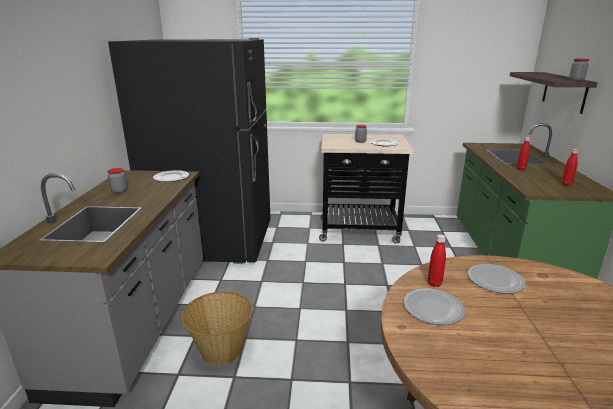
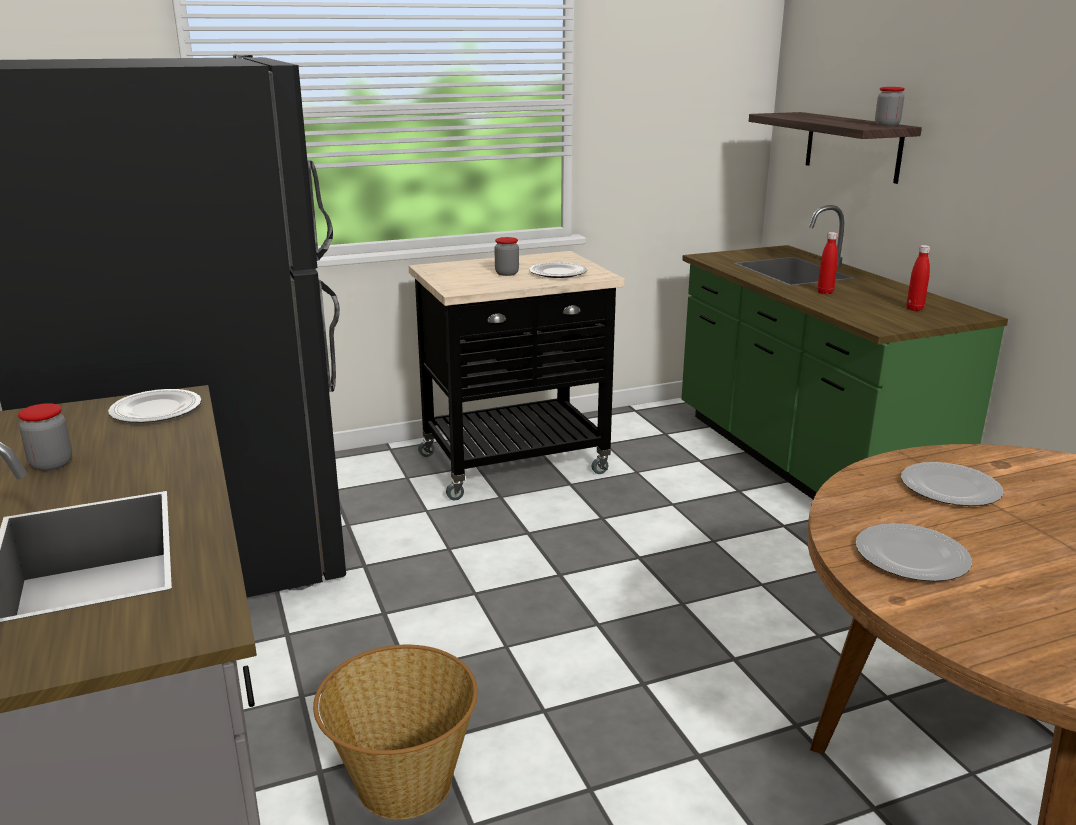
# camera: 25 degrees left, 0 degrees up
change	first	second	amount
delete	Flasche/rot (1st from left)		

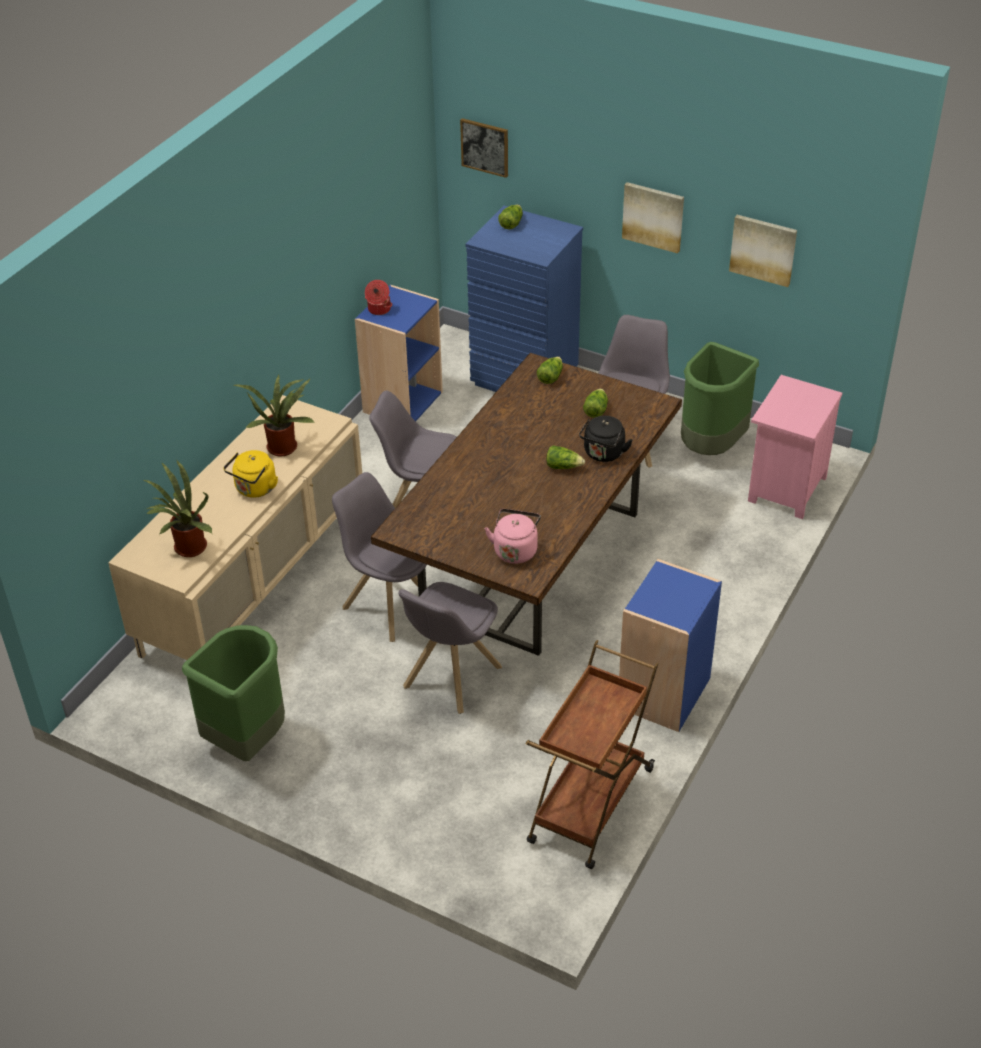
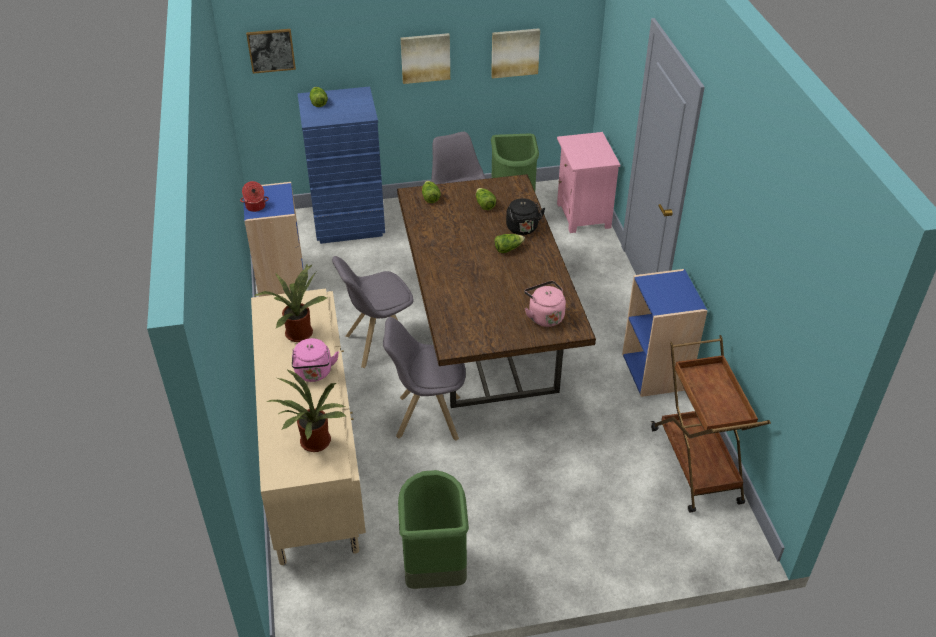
# camera: 40 degrees left, 0 degrees up
change	first	second	amount
recolor	Wasserkessel/gelb	Wasserkessel/rosa (1st from left)	
delete	Stuhl/grau (3rd from left)		

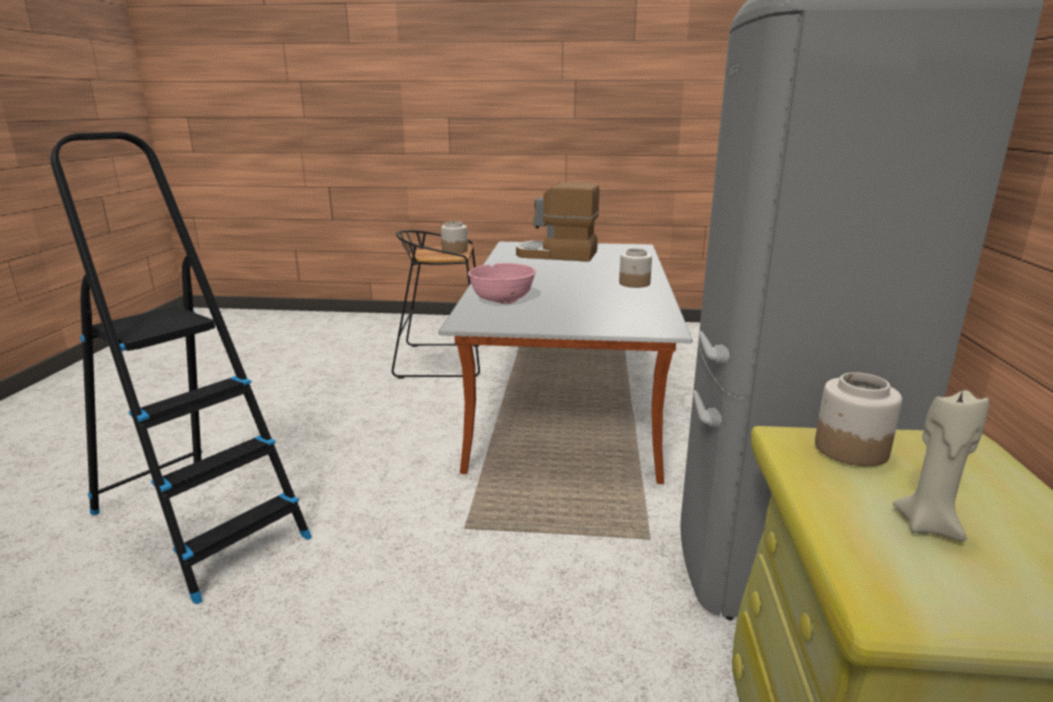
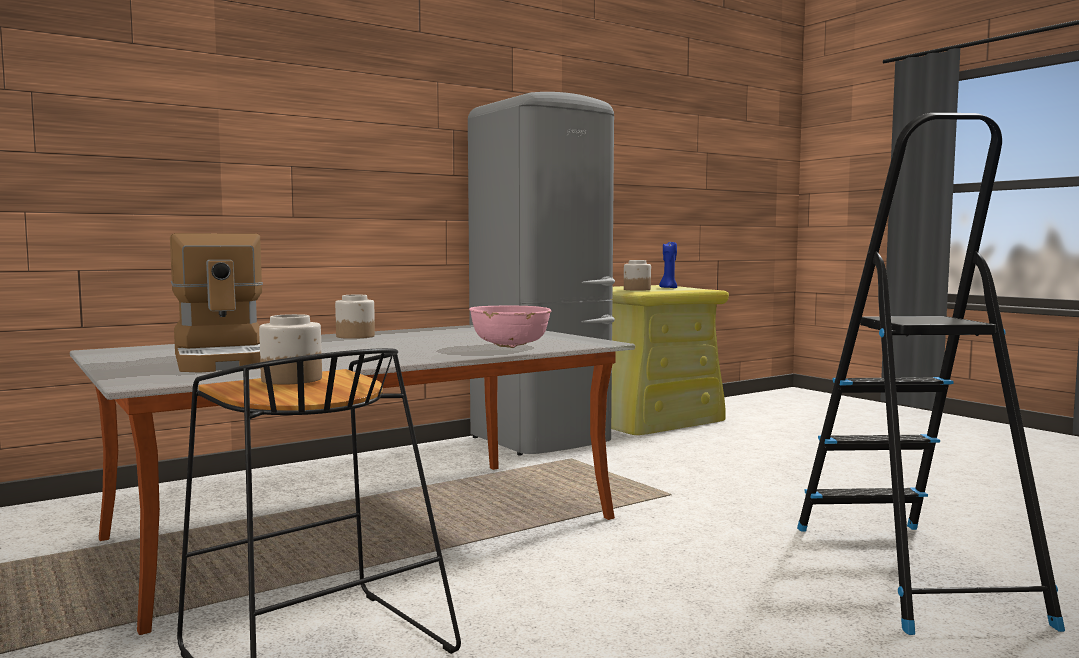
# camera: 130 degrees left, 15 degrees down
change	first	second	amount
recolor	Kerze/beige	Kerze/blau	

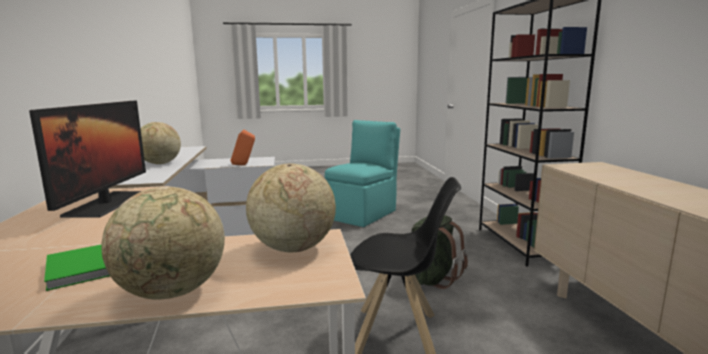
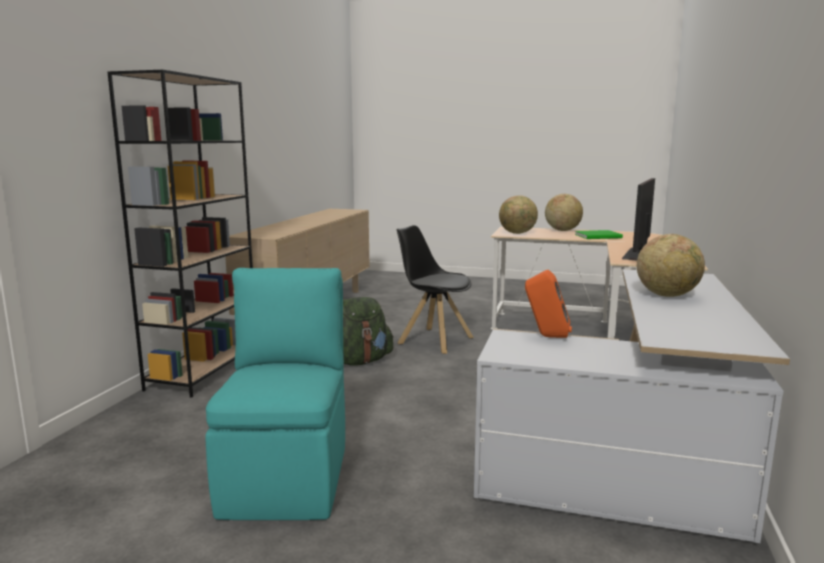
# camera: 155 degrees left, 0 degrees up
change	first	second	amount
rotate	Stuhl/türkis		120 degrees clockwise

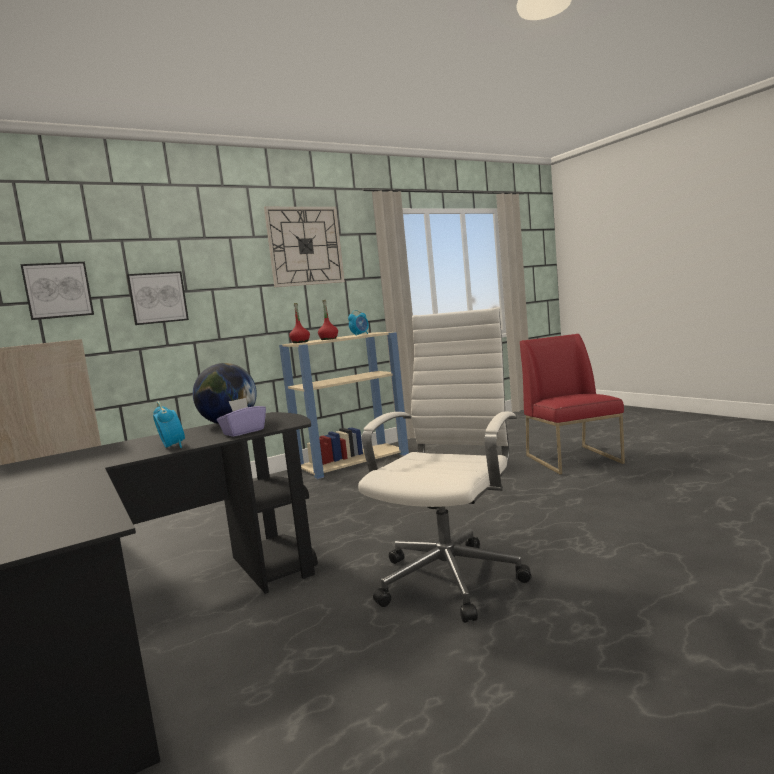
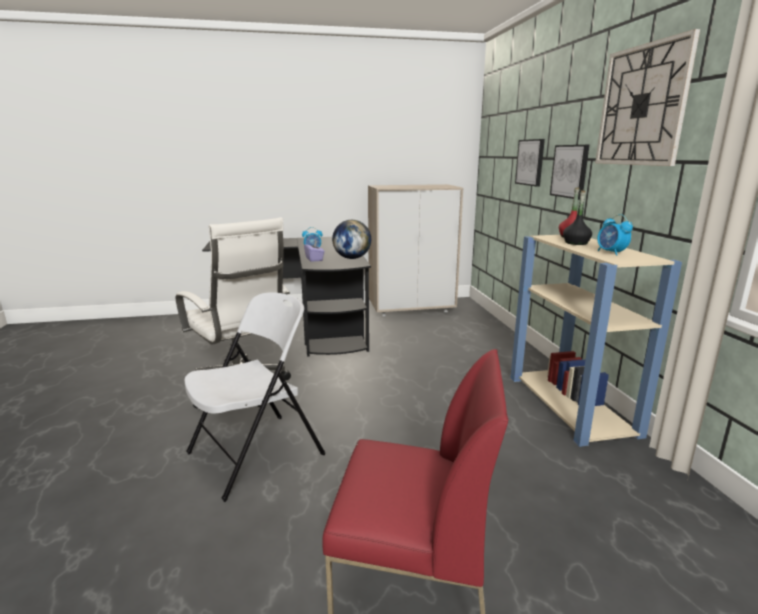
# camera: 110 degrees right, 10 degrees up
change	first	second	amount
move	Bild (1st from left in the first image)	Bild (2nd from left)	
recolor	Flasche/rot (2nd from left)	Flasche/schwarz	
insert		Stuhl/weiß	

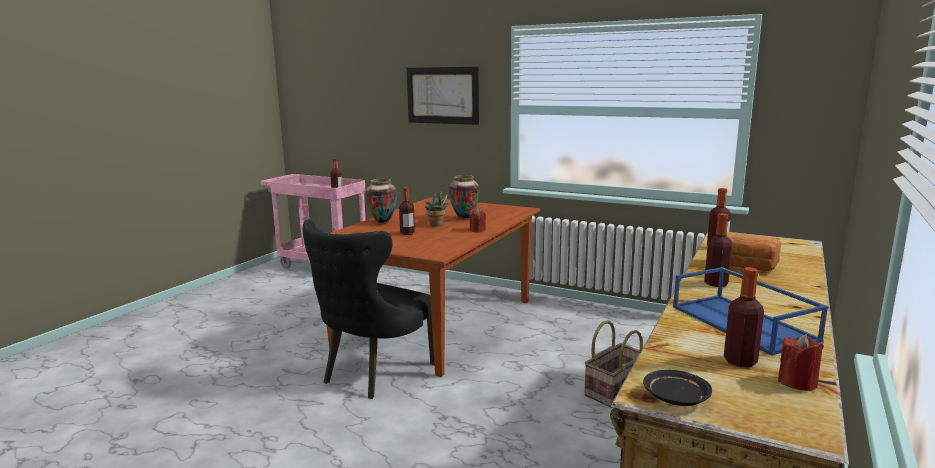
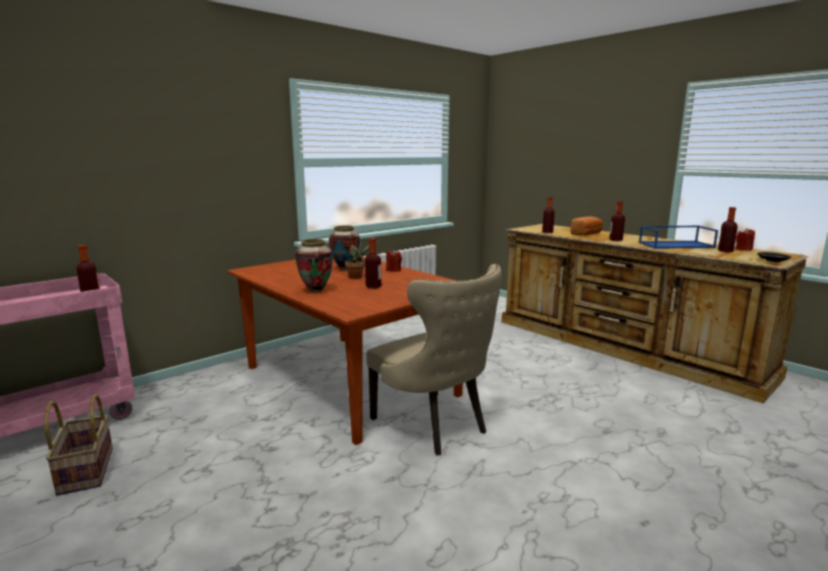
# camera: 70 degrees left, 0 degrees up
change	first	second	amount
recolor	Stuhl/schwarz	Stuhl/beige	
delete	Bild		
move	Korb		

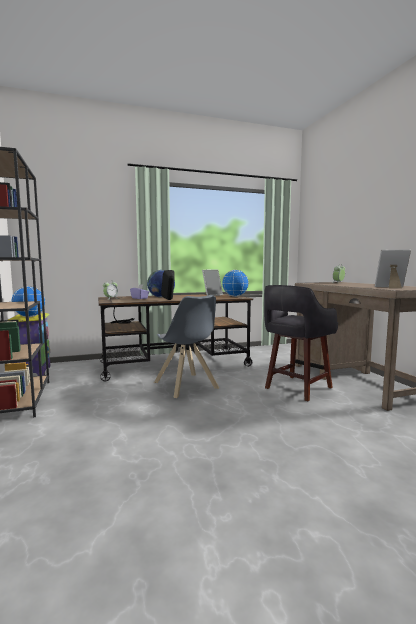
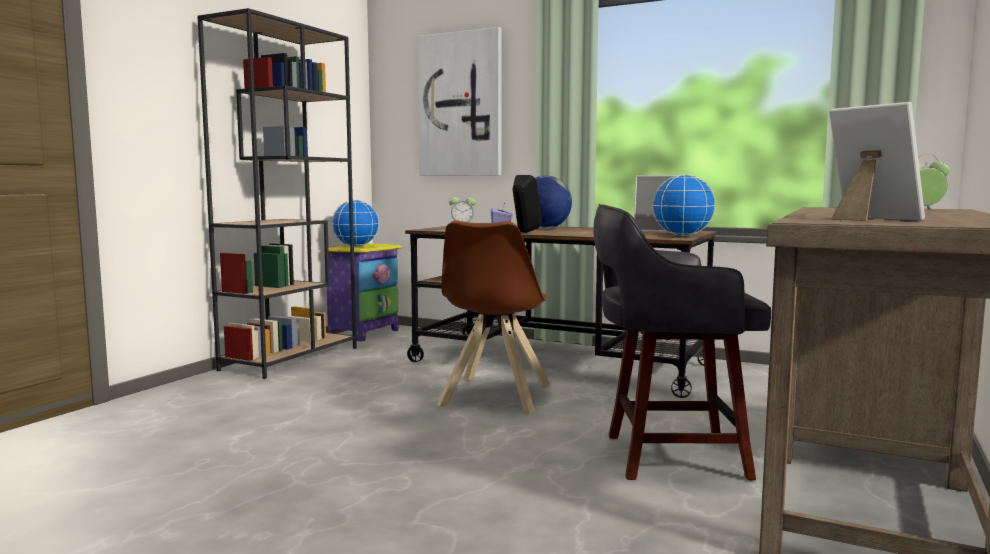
# camera: 45 degrees right, 0 degrees up
change	first	second	amount
recolor	Stuhl/grau	Stuhl/braun	
insert		Bild	

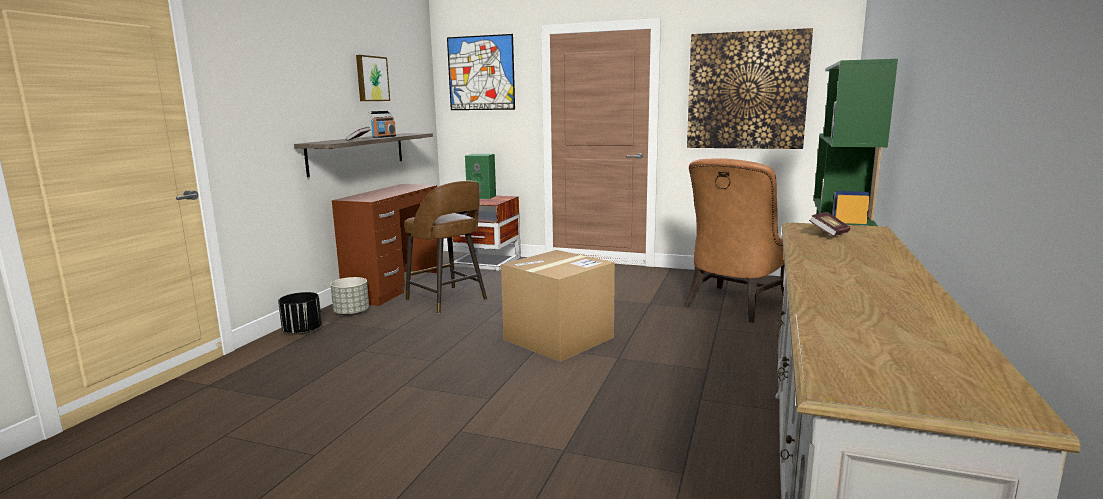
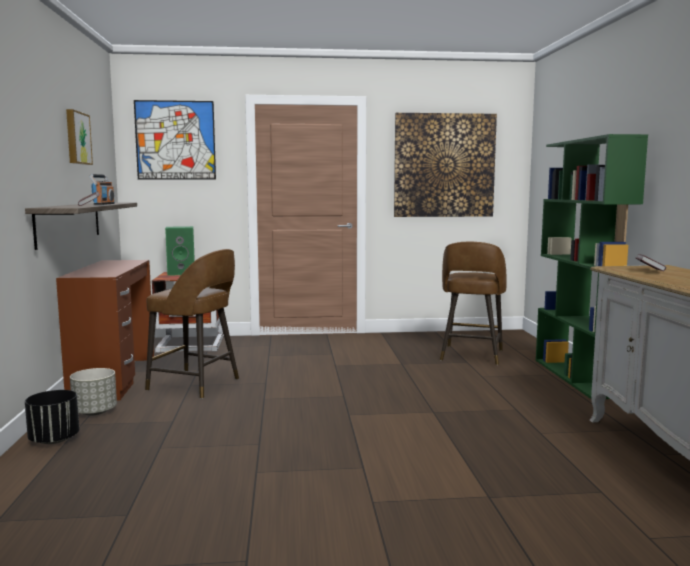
# camera: 25 degrees left, 5 degrees down
change	first	second	amount
delete	Karton		
replace	Stuhl/braun	Hocker/braun (2nd from left)	

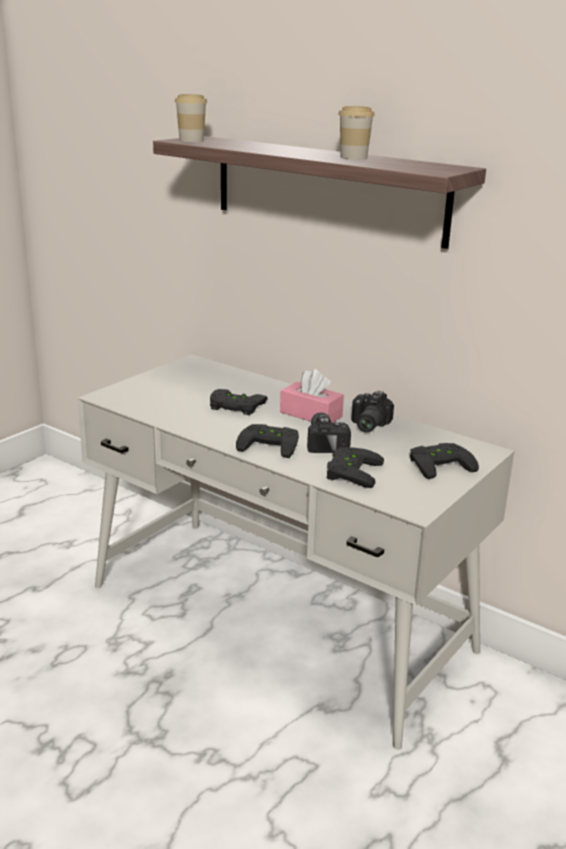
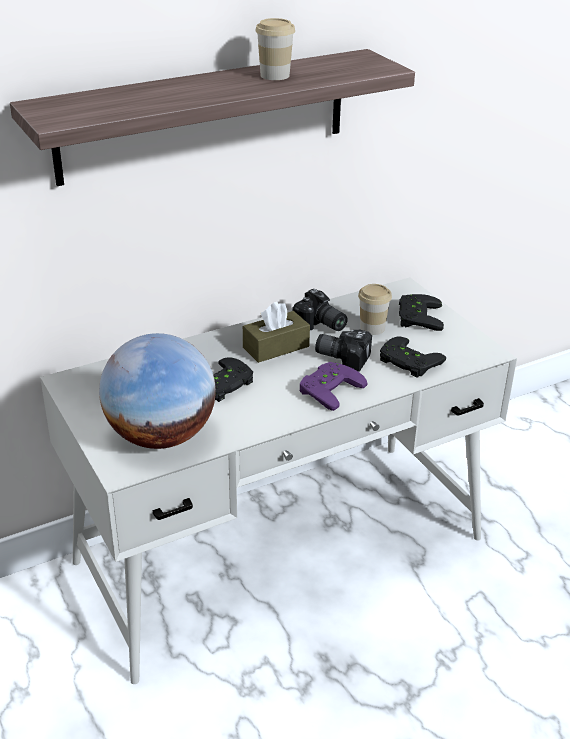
# camera: 65 degrees left, 10 degrees up
change	first	second	amount
move	Tasse (1st from left in the first image)	Tasse (2nd from left)	
recolor	Gamepad/schwarz (2nd from left)	Gamepad/lila	
recolor	Taschentuchbox/rosa	Taschentuchbox/braun	
insert		Globus	

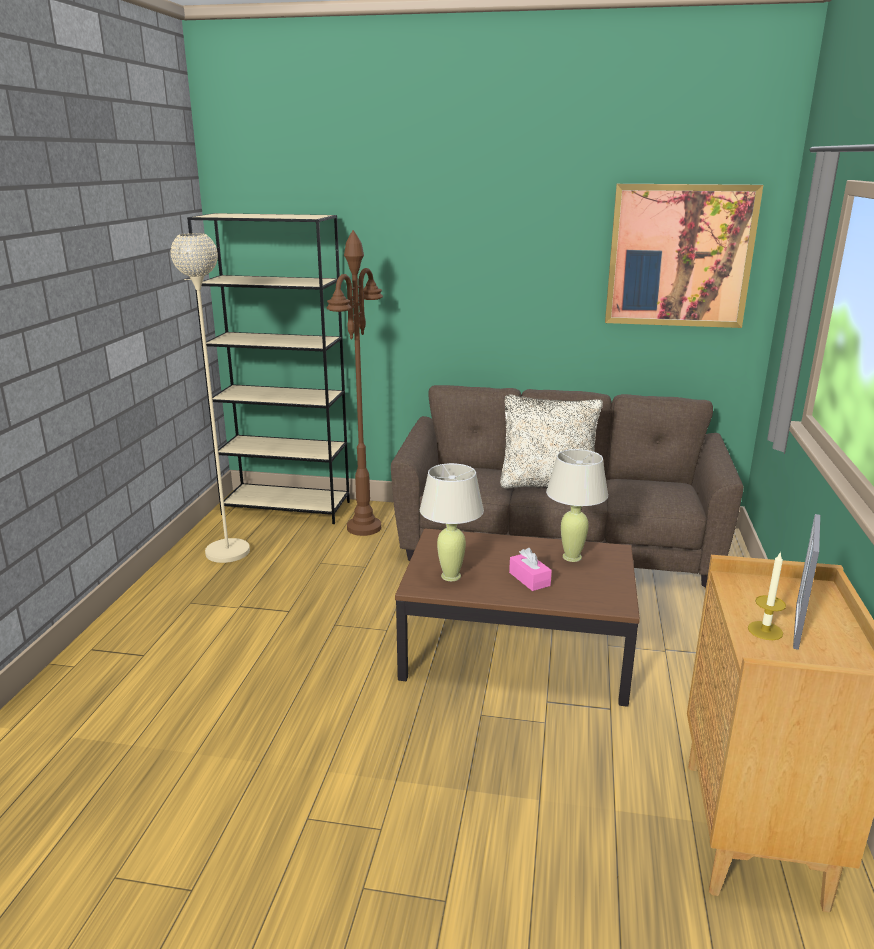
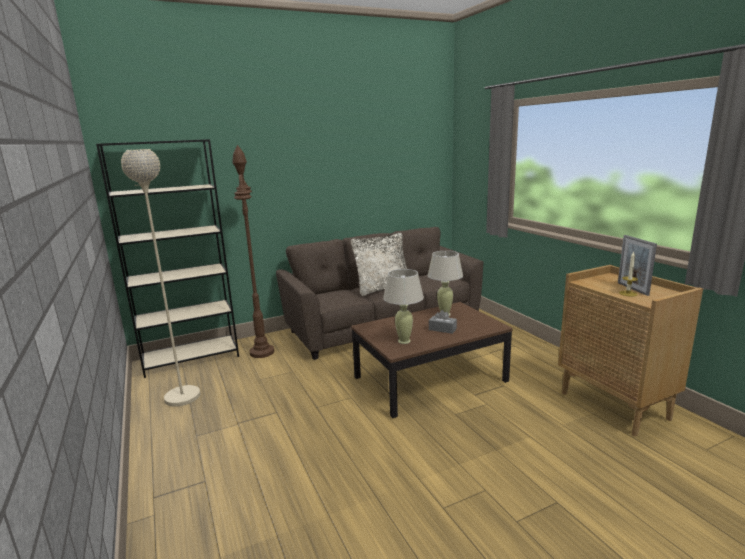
# camera: 35 degrees left, 5 degrees down
change	first	second	amount
recolor	Taschentuchbox/rosa	Taschentuchbox/grau	
delete	Bild		

